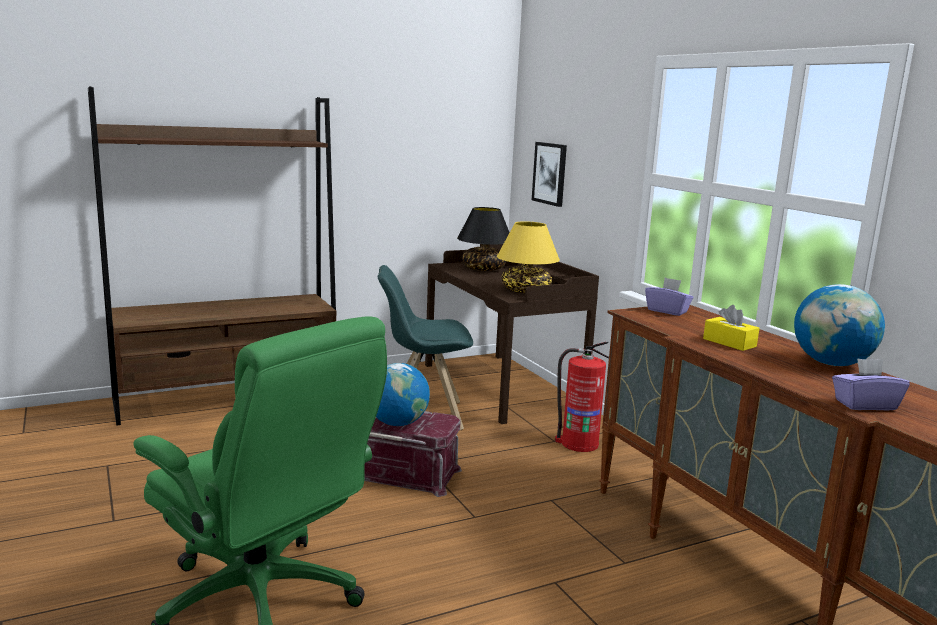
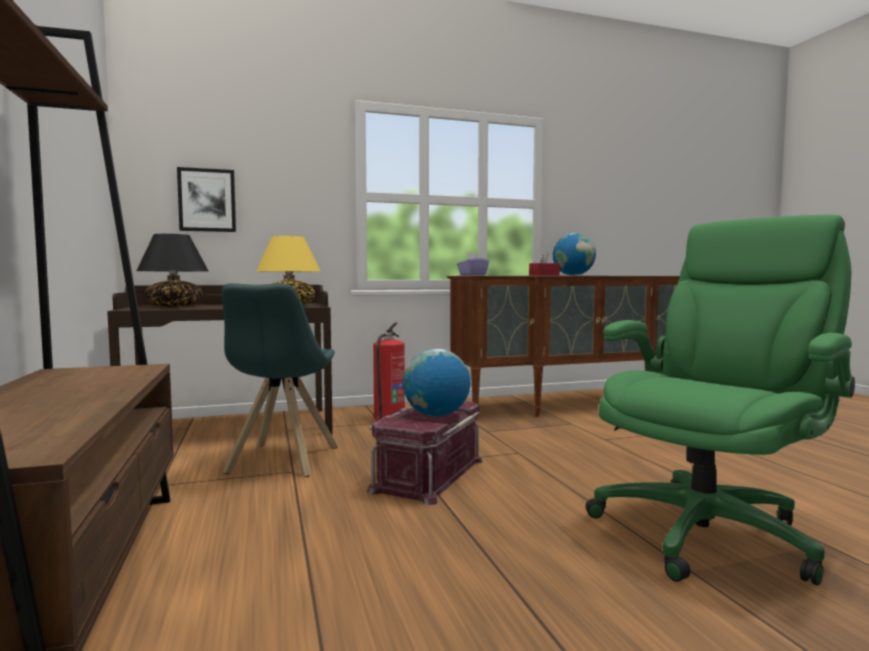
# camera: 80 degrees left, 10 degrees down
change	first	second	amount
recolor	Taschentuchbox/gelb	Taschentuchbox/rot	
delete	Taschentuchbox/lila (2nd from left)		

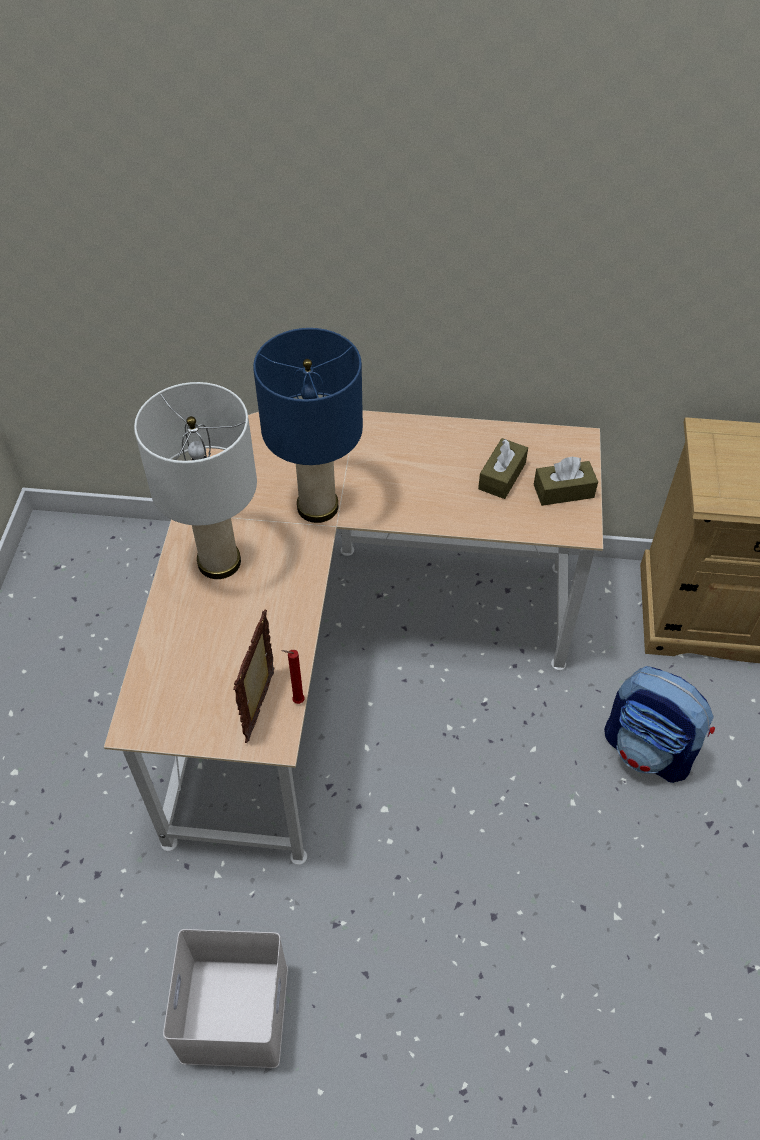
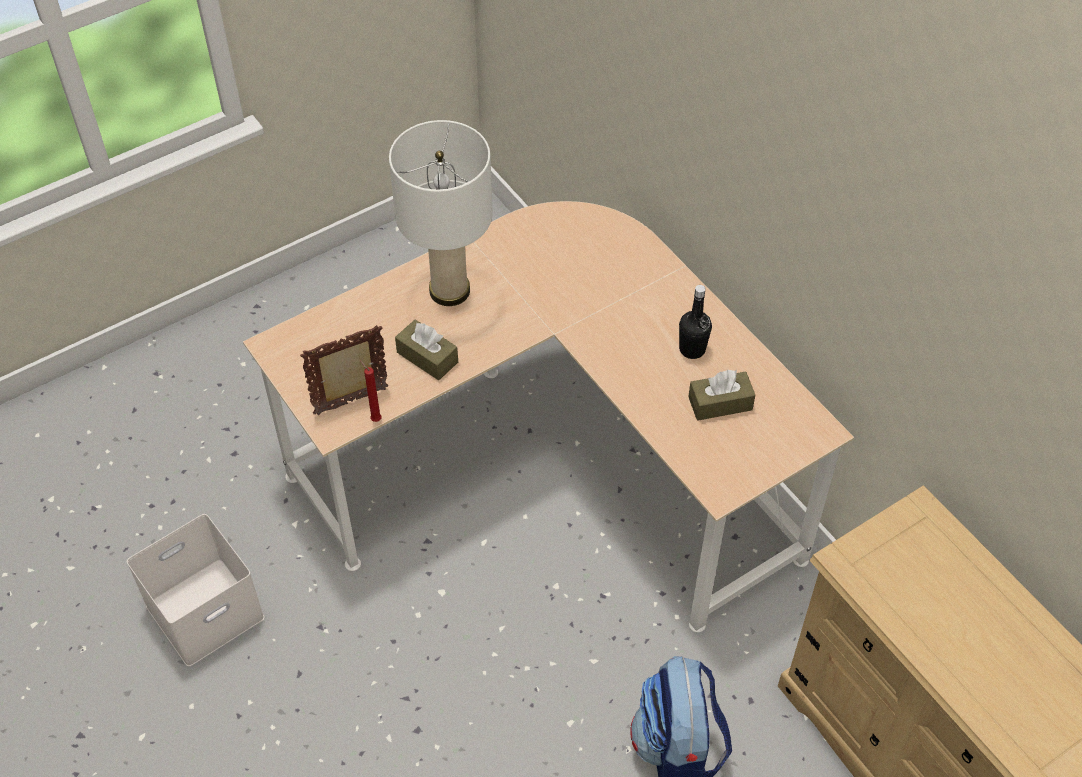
# camera: 50 degrees right, 0 degrees up
change	first	second	amount
delete	Tischlampe/blau		
move	Taschentuchbox/braun (2nd from left in the first image)	Taschentuchbox/braun (1st from left)	
insert		Flasche/schwarz	

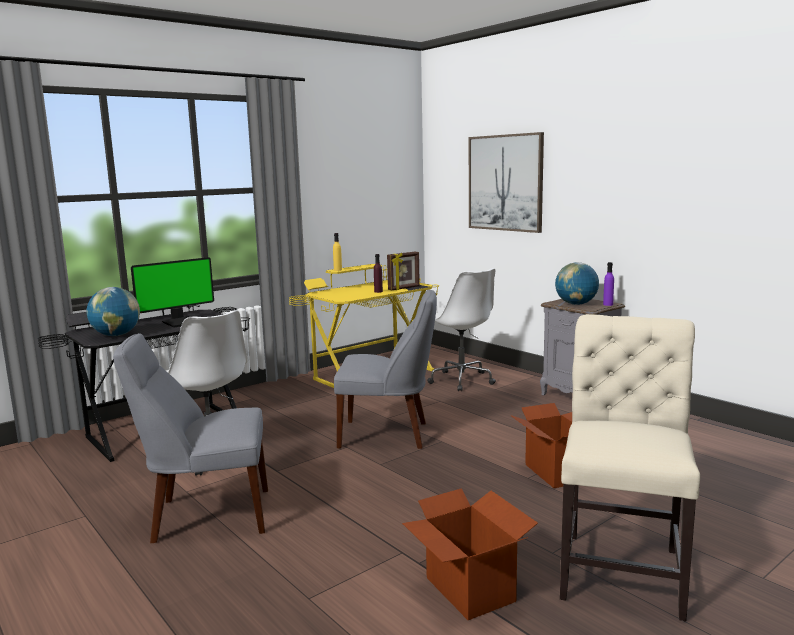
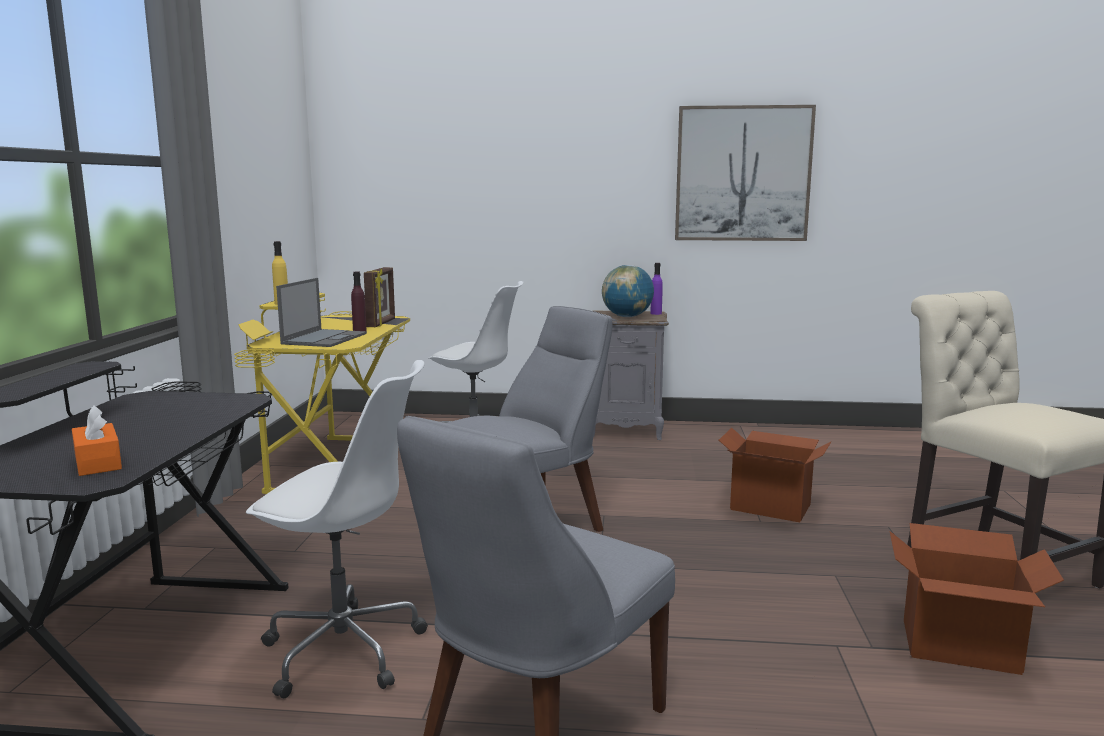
# camera: 45 degrees left, 0 degrees up
change	first	second	amount
replace	Globus (1st from left)	Taschentuchbox/orange	
delete	Monitor		
move	Bild		
insert		Laptop	

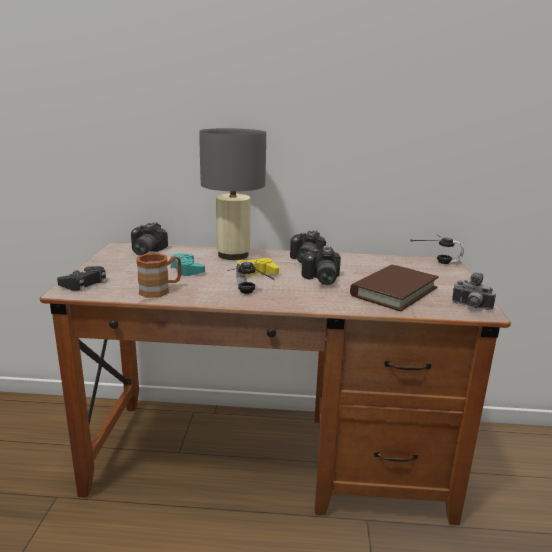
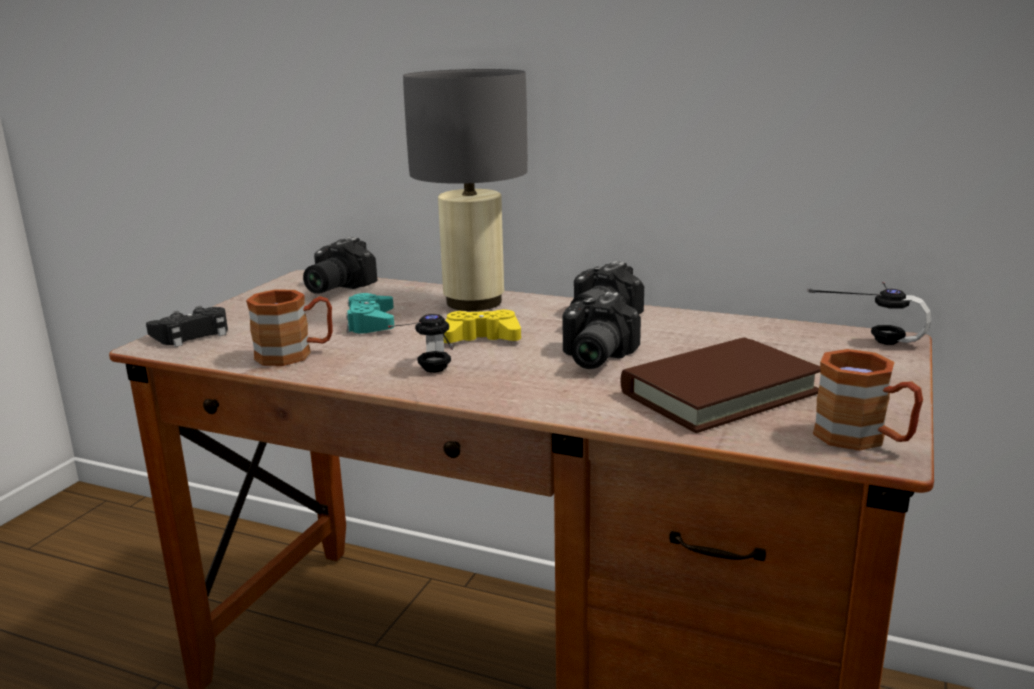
# camera: 20 degrees right, 0 degrees up
change	first	second	amount
replace	Kamera (4th from left)	Henkelbecher/braun (2nd from left)	

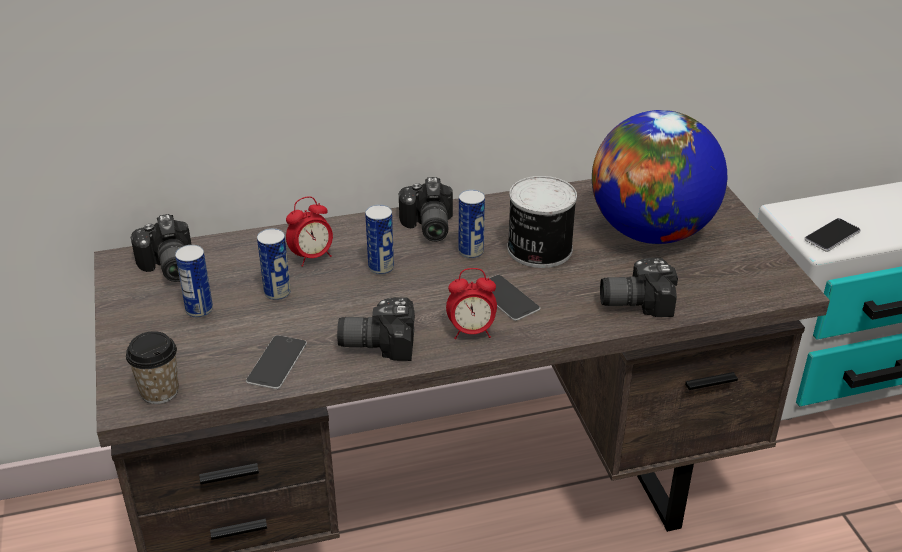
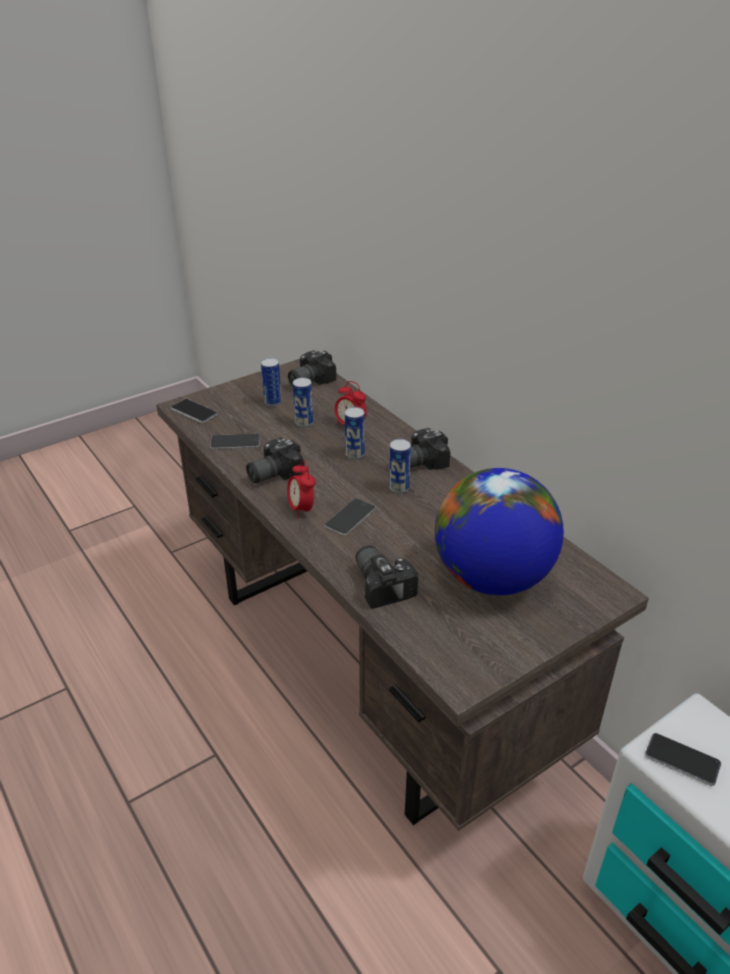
# camera: 70 degrees right, 0 degrees up
change	first	second	amount
replace	Tasse	Handy (1st from left)	
rotate	Kamera (2nd from left in the first image)	Kamera (1st from left)	105 degrees counterclockwise
delete	Dose (5th from left)		

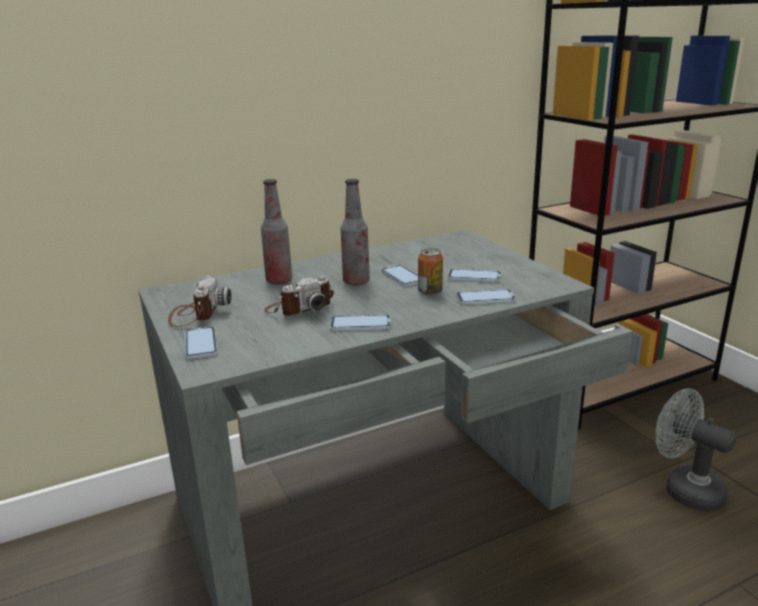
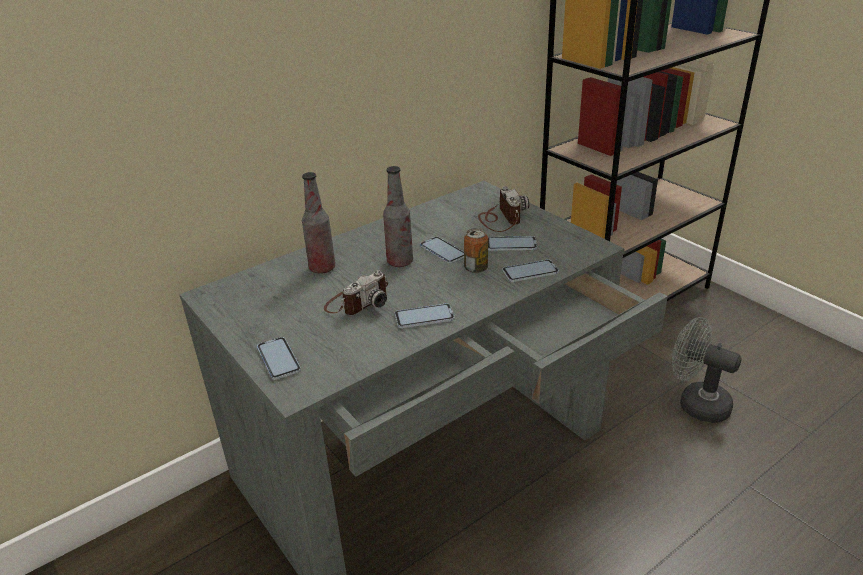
# camera: 10 degrees left, 10 degrees up
change	first	second	amount
move	Kamera (1st from left in the first image)	Kamera (2nd from left)	

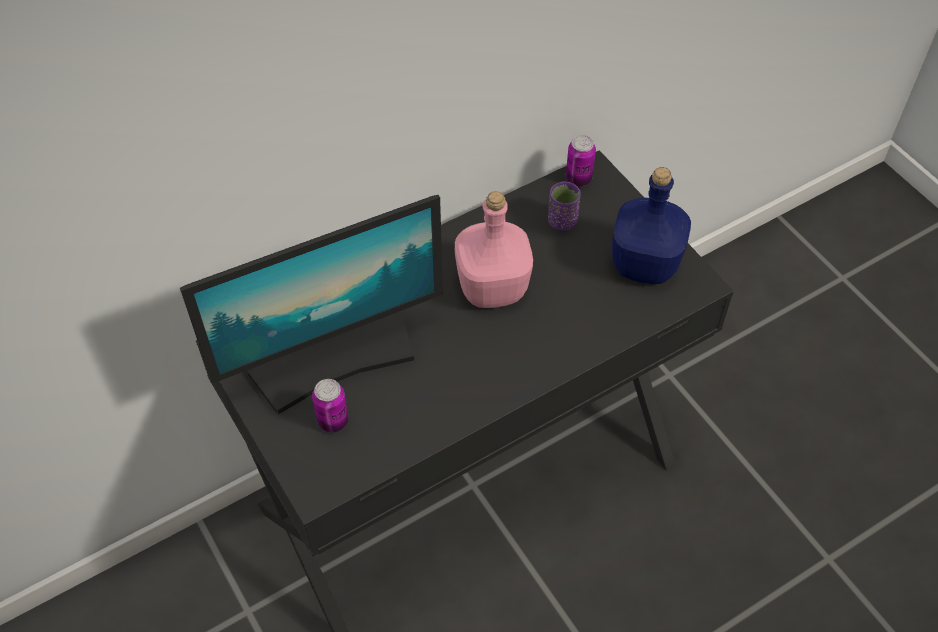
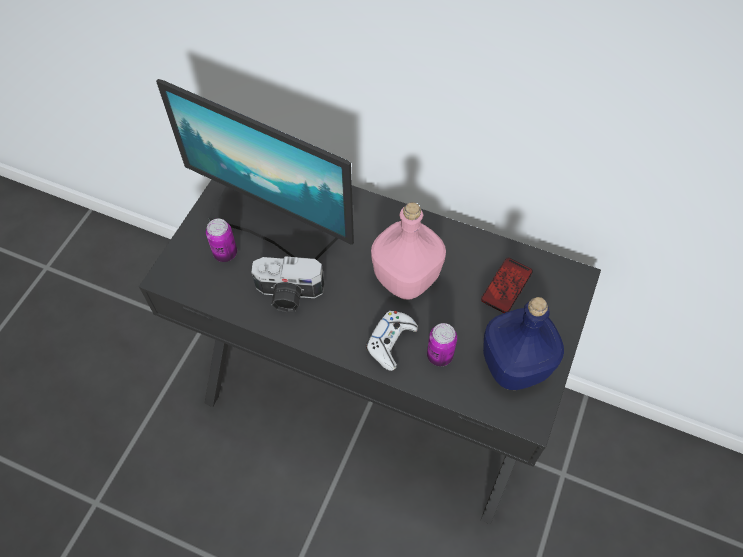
# camera: 55 degrees right, 5 degrees up
change	first	second	amount
replace	Tasse/lila	Handy	
move	Dose (2nd from left)		
insert		Kamera	
insert		Gamepad/weiß	

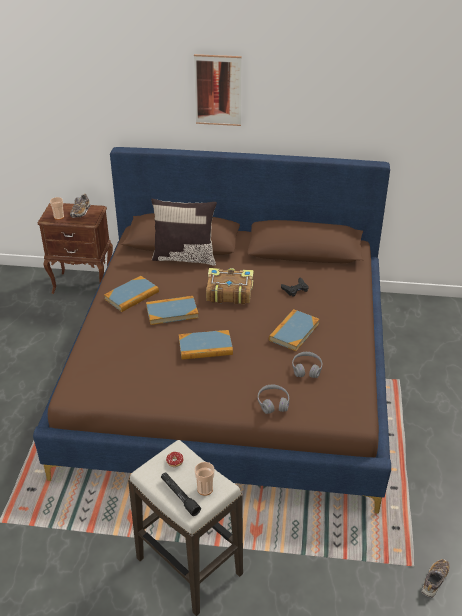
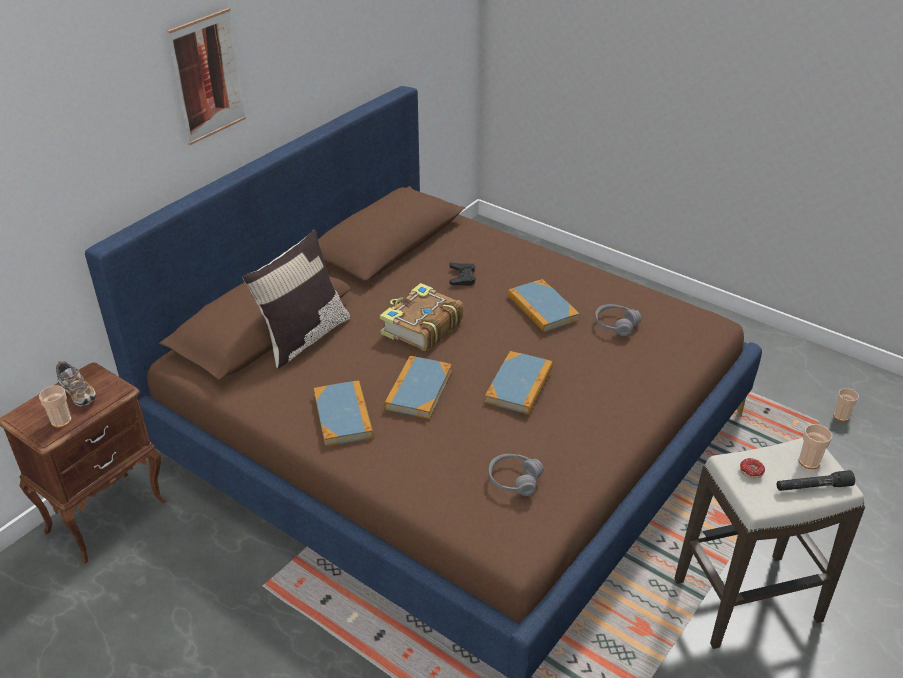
# camera: 60 degrees left, 0 degrees up
change	first	second	amount
move	Kopfhörer/grau (1st from left)		
replace	Schuh (2nd from left)	Tasse (3rd from left)	

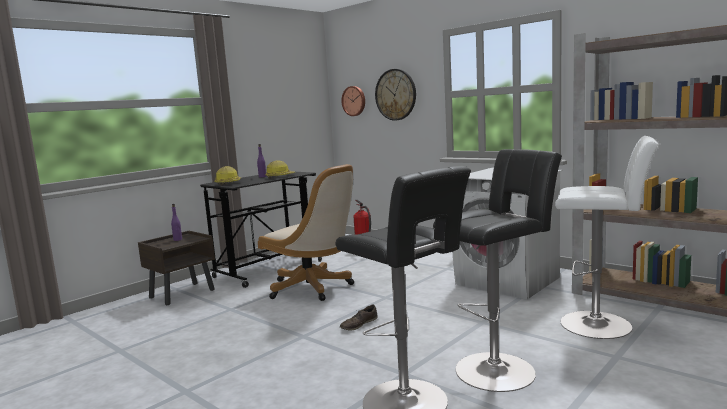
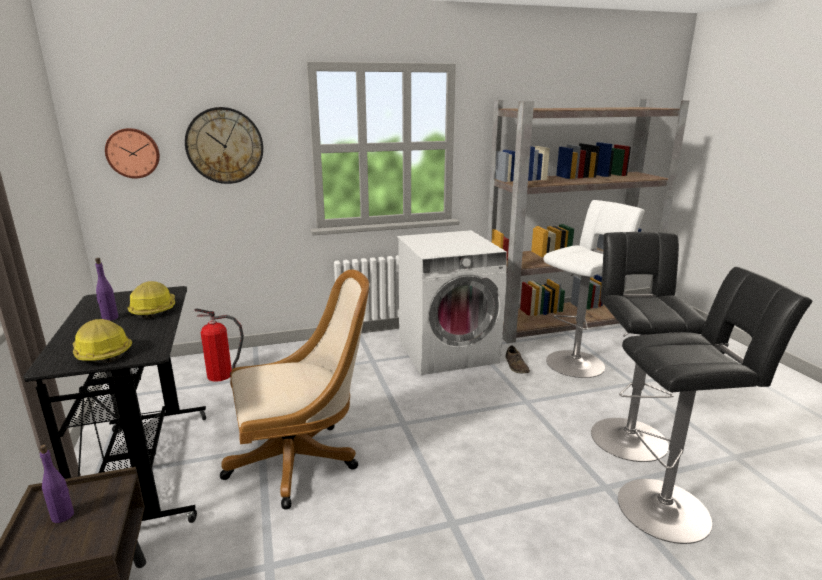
# camera: 60 degrees left, 10 degrees up
change	first	second	amount
move	Schuh/braun		

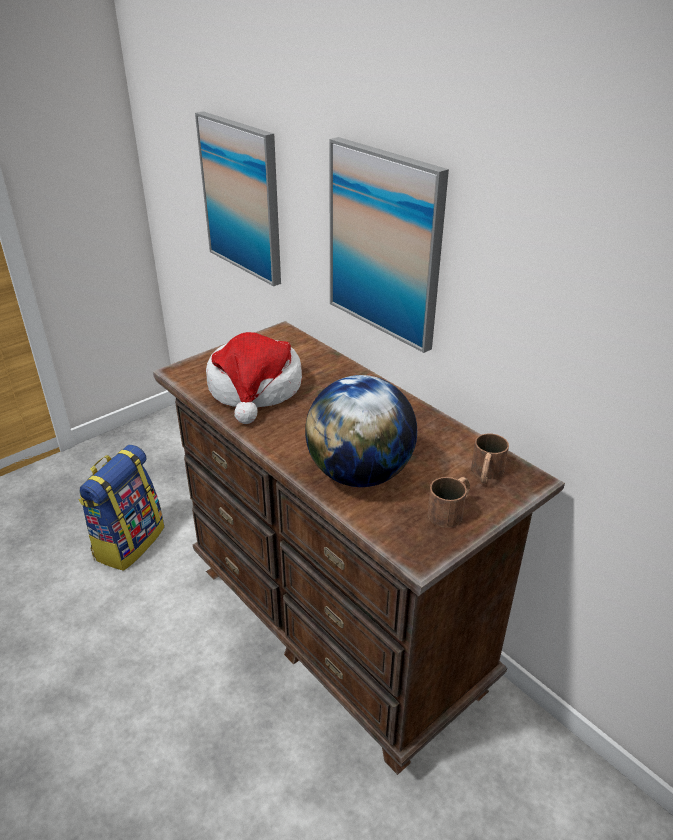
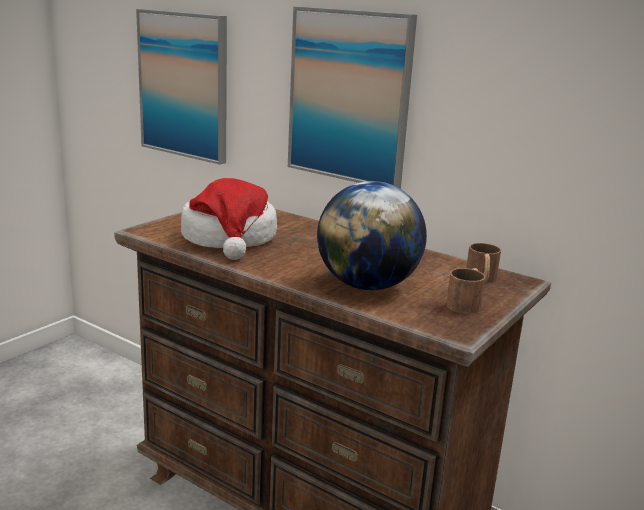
# camera: 15 degrees left, 15 degrees down
change	first	second	amount
delete	Rucksack		

